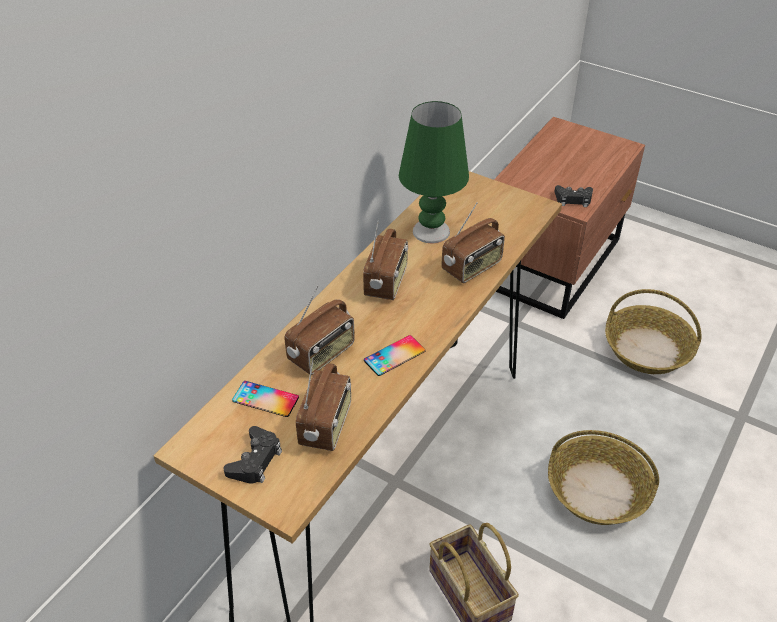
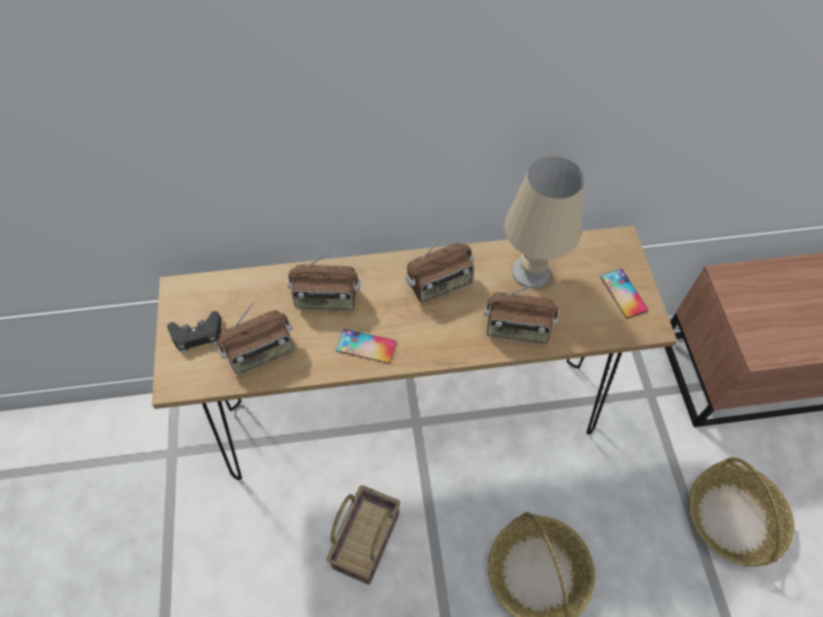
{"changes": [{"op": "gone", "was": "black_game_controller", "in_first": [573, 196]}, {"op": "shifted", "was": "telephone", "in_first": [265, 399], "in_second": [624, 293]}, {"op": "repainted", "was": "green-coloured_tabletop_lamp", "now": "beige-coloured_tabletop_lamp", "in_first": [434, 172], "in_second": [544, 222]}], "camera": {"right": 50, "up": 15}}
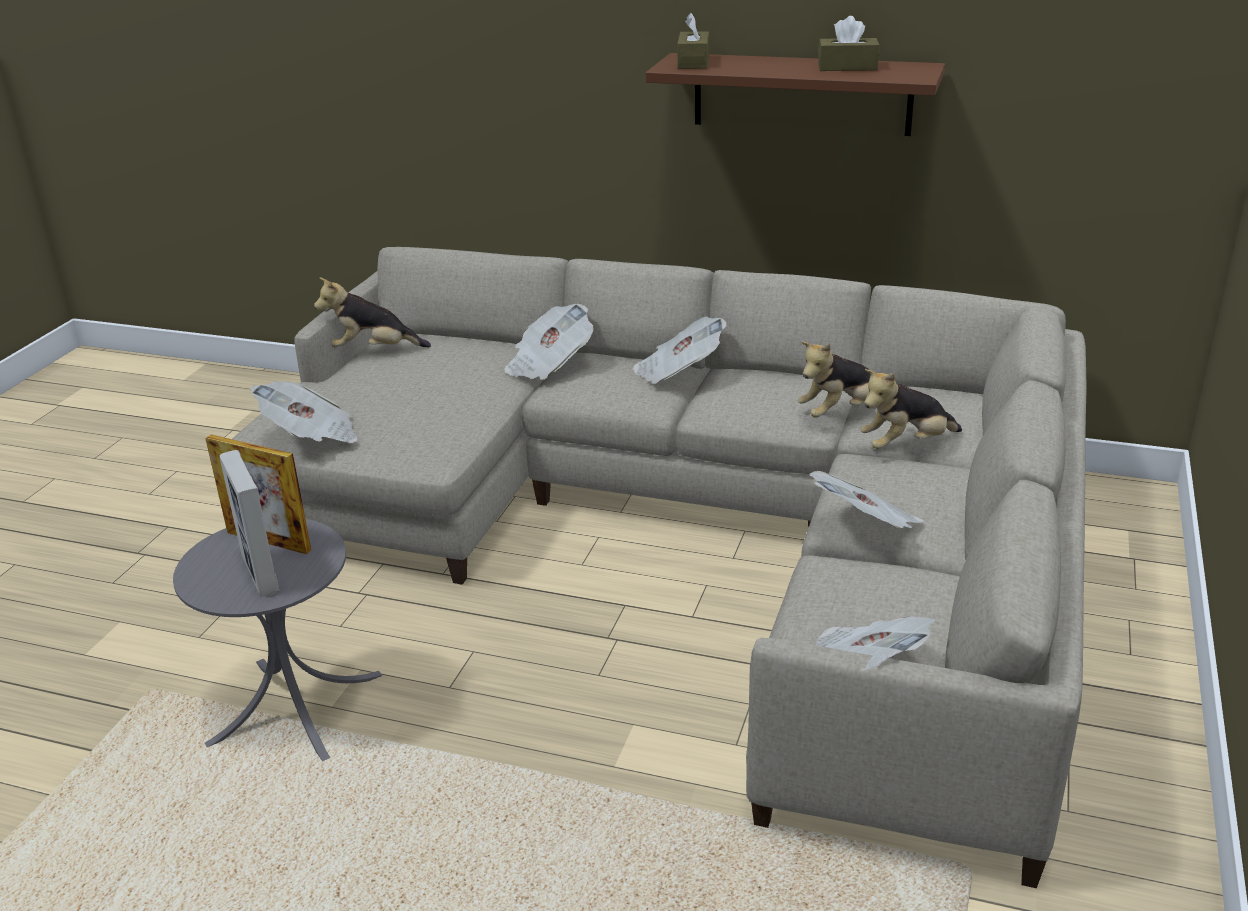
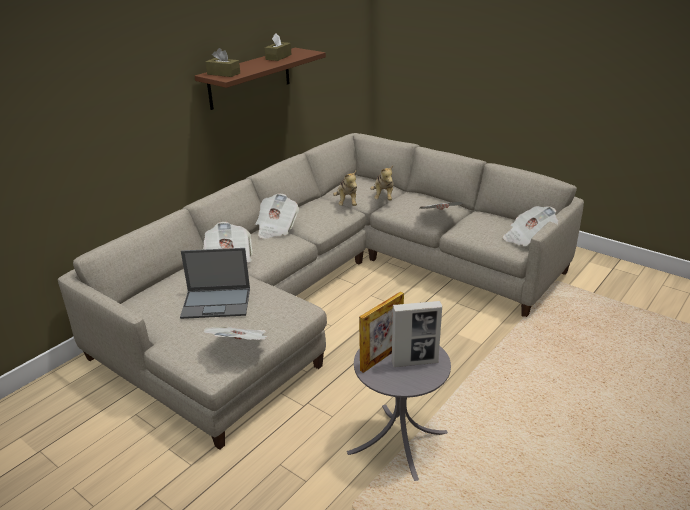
{"changes": [{"op": "gone", "was": "cuddly_toy", "in_first": [372, 312]}, {"op": "new", "now": "notebook_computer", "in_second": [215, 283]}], "camera": {"right": -70, "up": 0}}
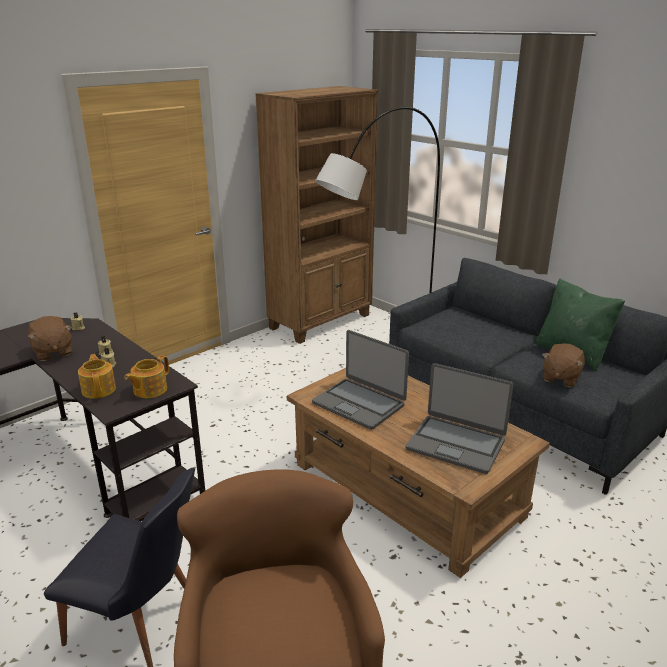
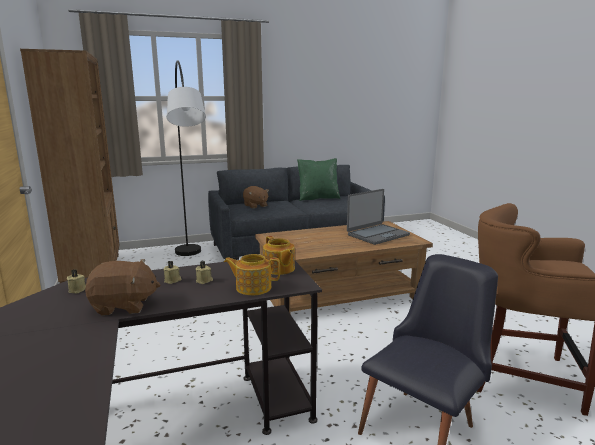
{"changes": [{"op": "gone", "was": "notebook_computer", "in_first": [360, 380]}, {"op": "shifted", "was": "brown-coloured_cuddly_toy", "in_first": [563, 365], "in_second": [256, 197]}], "camera": {"right": -65, "up": -10}}
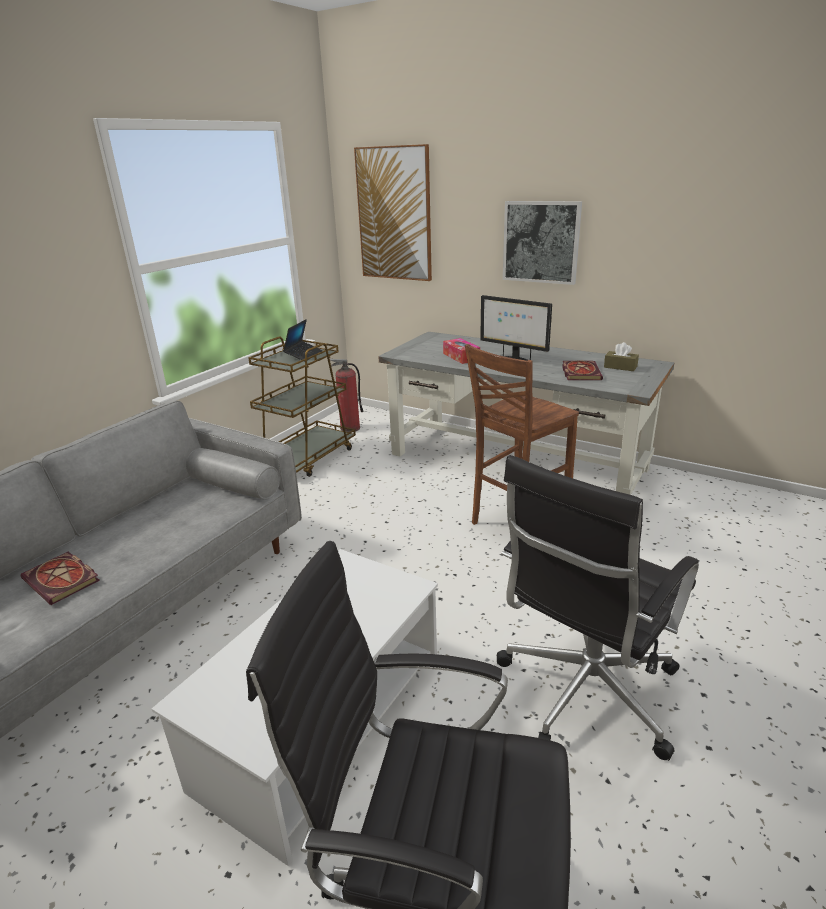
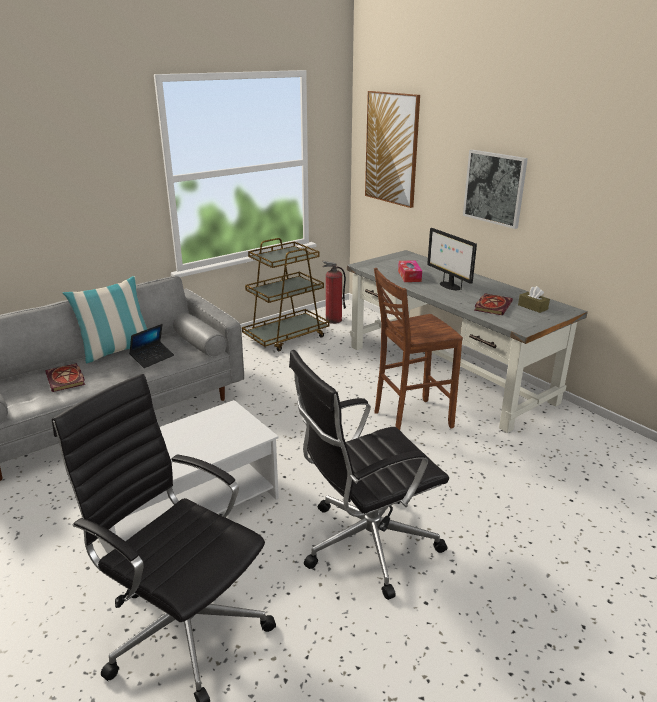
{"changes": [{"op": "new", "now": "throw_pillow", "in_second": [105, 320]}, {"op": "shifted", "was": "notebook_computer", "in_first": [302, 339], "in_second": [151, 346]}], "camera": {"right": 20, "up": 0}}
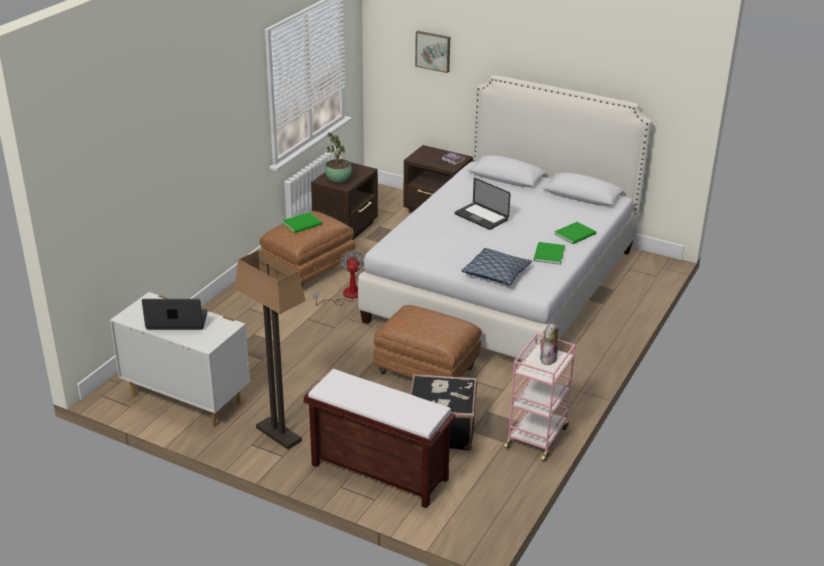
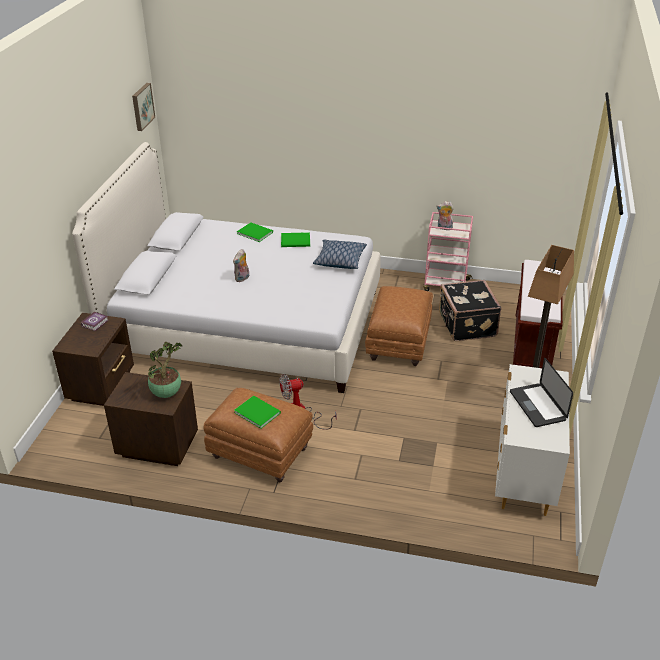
{"changes": [{"op": "shifted", "was": "picture", "in_first": [432, 52], "in_second": [143, 107]}, {"op": "swapped", "was": "notebook_computer", "now": "cuddly_toy", "in_first": [483, 204], "in_second": [241, 265]}], "camera": {"right": -105, "up": 5}}
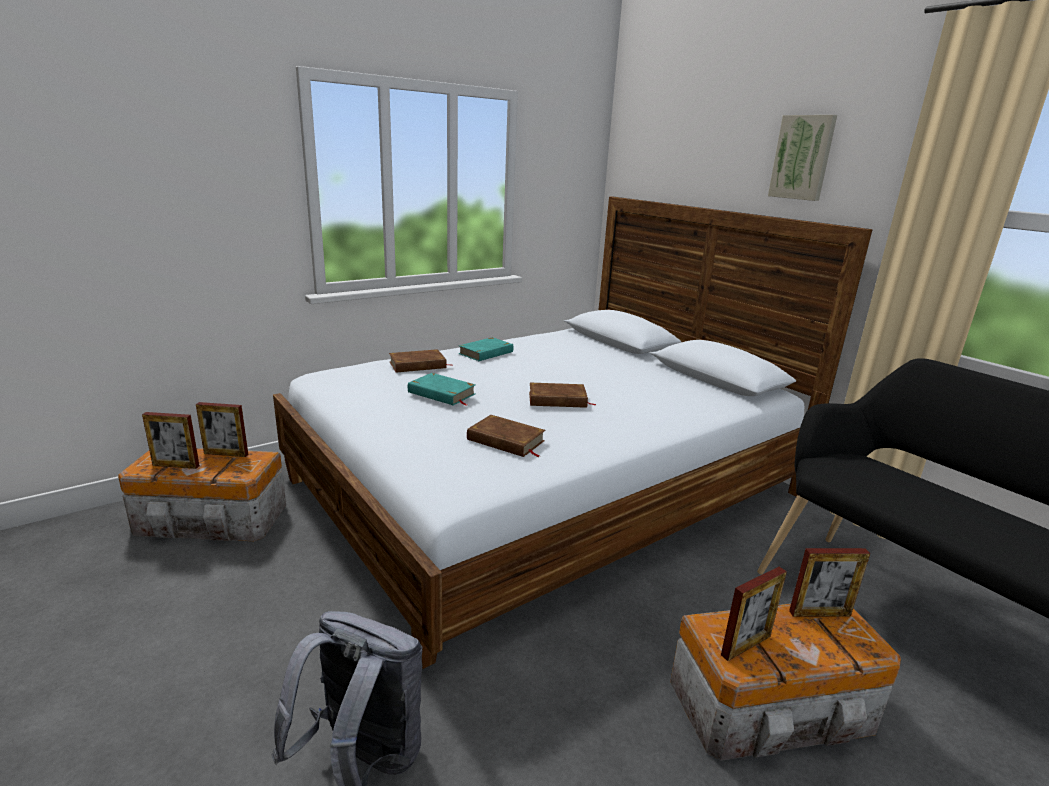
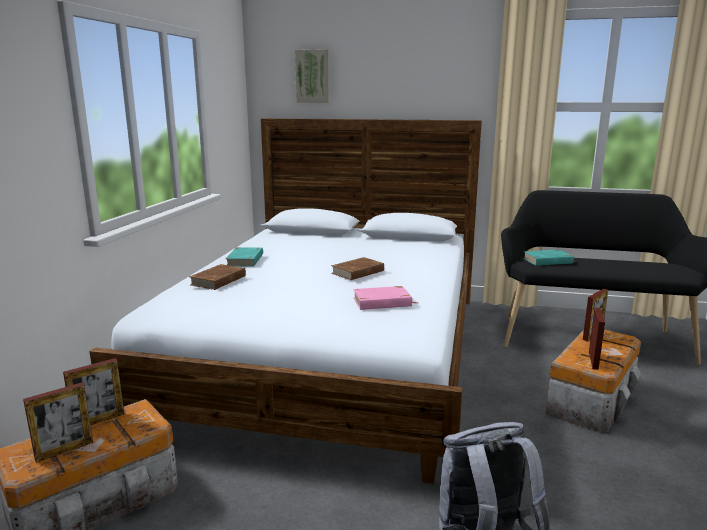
{"changes": [{"op": "shifted", "was": "turquoise_bound_book", "in_first": [442, 389], "in_second": [549, 258]}, {"op": "shifted", "was": "picture", "in_first": [802, 158], "in_second": [312, 76]}, {"op": "repainted", "was": "brown-coloured_bound_book", "now": "pink-coloured_bound_book", "in_first": [506, 436], "in_second": [385, 298]}], "camera": {"right": -40, "up": -5}}
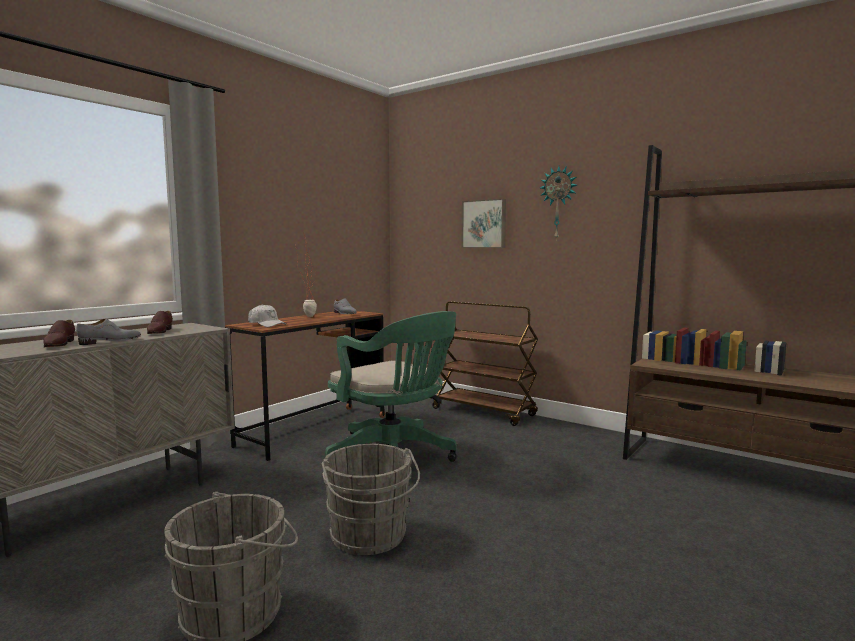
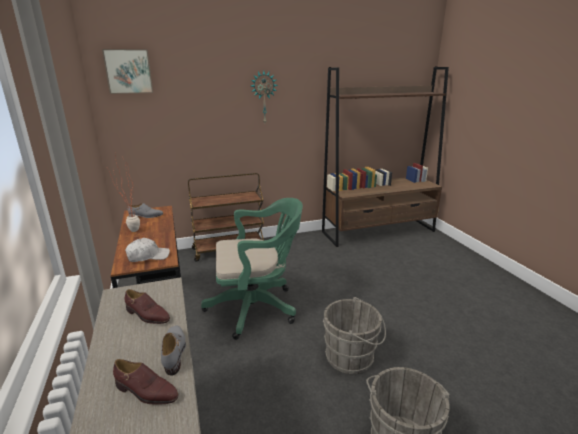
{"changes": [{"op": "shifted", "was": "picture", "in_first": [484, 223], "in_second": [127, 71]}], "camera": {"right": -55, "up": 15}}
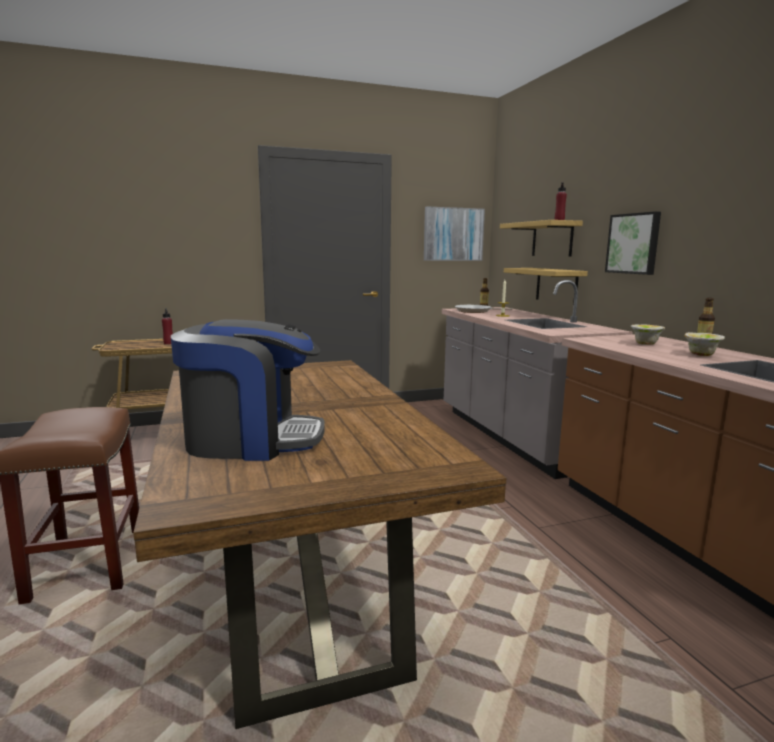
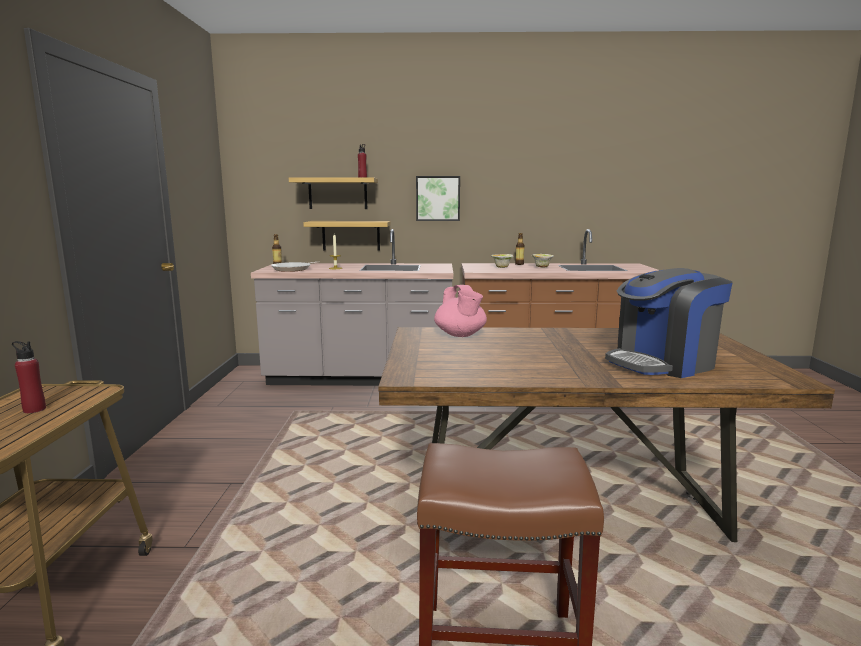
{"changes": [{"op": "gone", "was": "picture", "in_first": [454, 233]}, {"op": "new", "now": "pink-coloured_tea_pot", "in_second": [460, 311]}, {"op": "rotated", "was": "coffee_maker", "in_first": [248, 390], "in_second": [668, 323], "clockwise": -135}], "camera": {"right": -70, "up": 0}}
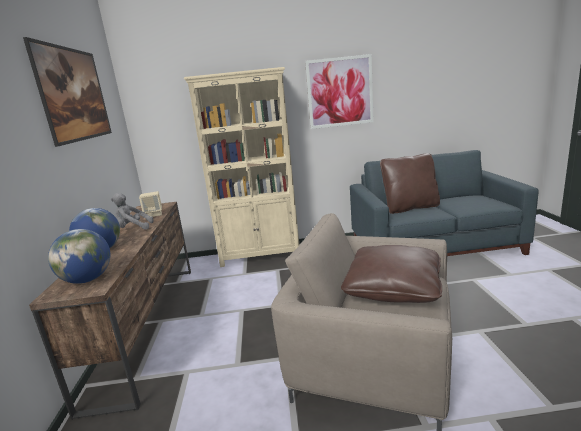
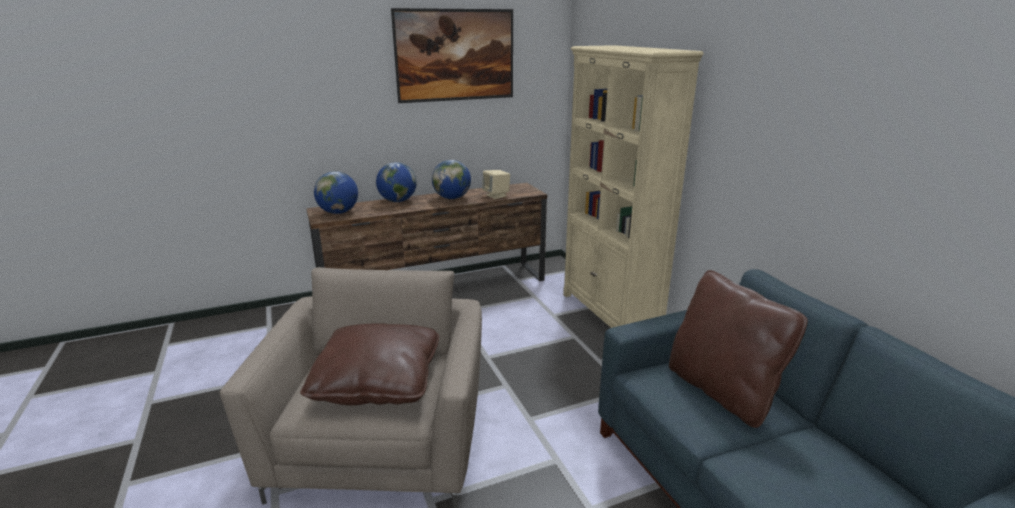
{"changes": [{"op": "gone", "was": "picture", "in_first": [339, 91]}, {"op": "swapped", "was": "greyish_cuddly_toy", "now": "globe", "in_first": [132, 211], "in_second": [451, 179]}], "camera": {"right": 70, "up": 5}}
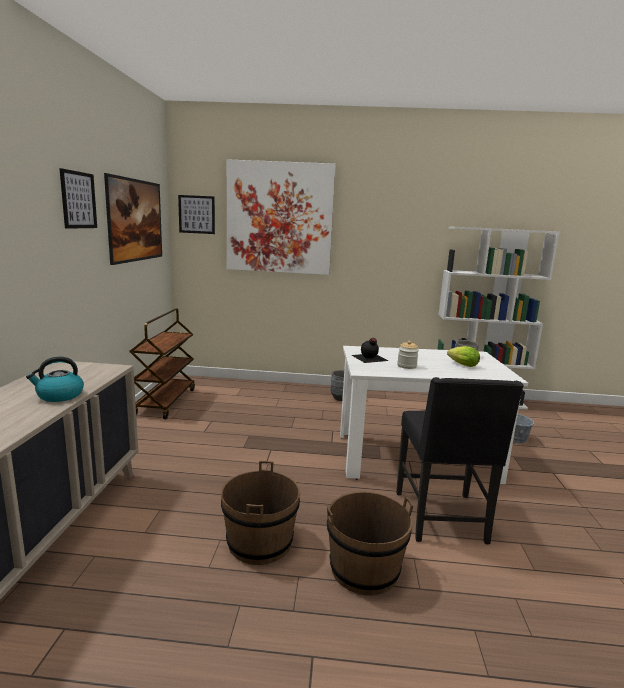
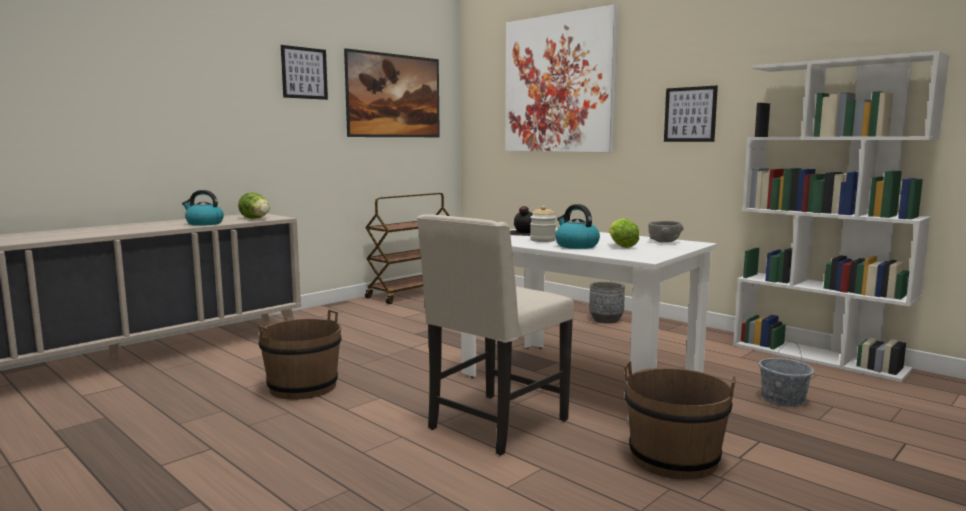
{"changes": [{"op": "new", "now": "lettuce_head", "in_second": [254, 206]}, {"op": "new", "now": "water_kettle", "in_second": [577, 226]}, {"op": "shifted", "was": "picture", "in_first": [196, 214], "in_second": [691, 114]}, {"op": "shifted", "was": "brown-coloured_water_bucket", "in_first": [370, 543], "in_second": [680, 420]}, {"op": "repainted", "was": "black_plain_chair", "now": "beige-coloured_plain_chair", "in_first": [460, 461], "in_second": [495, 335]}], "camera": {"right": 40, "up": -5}}
